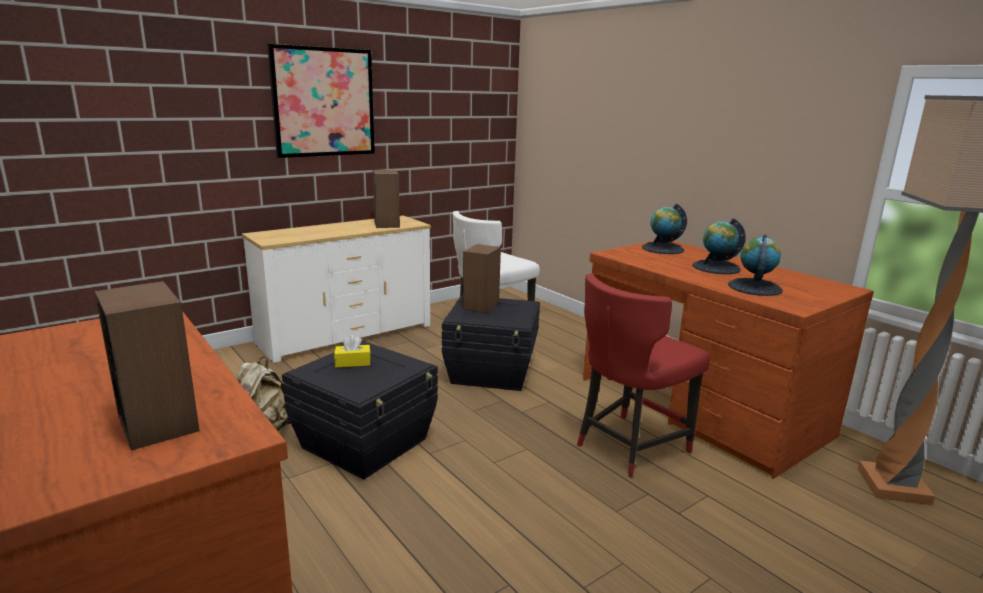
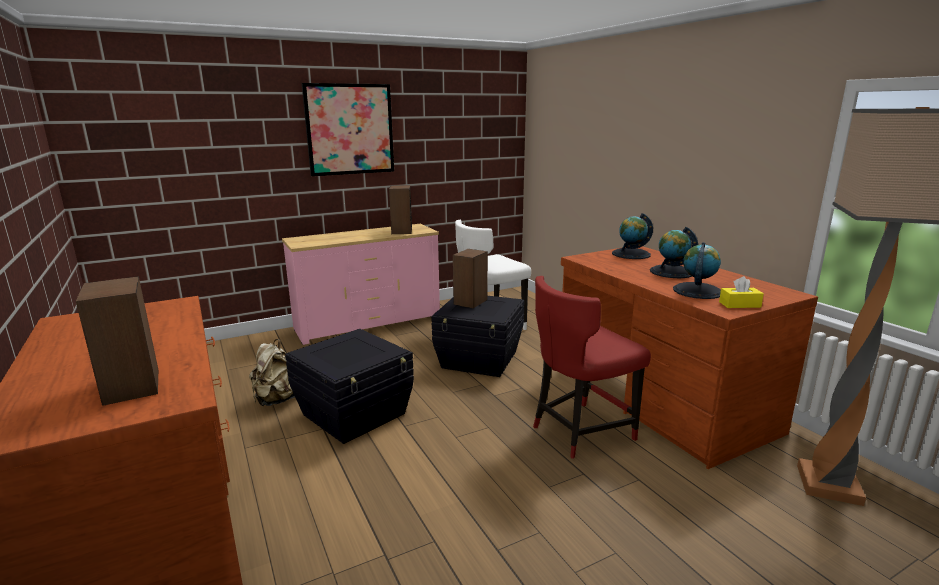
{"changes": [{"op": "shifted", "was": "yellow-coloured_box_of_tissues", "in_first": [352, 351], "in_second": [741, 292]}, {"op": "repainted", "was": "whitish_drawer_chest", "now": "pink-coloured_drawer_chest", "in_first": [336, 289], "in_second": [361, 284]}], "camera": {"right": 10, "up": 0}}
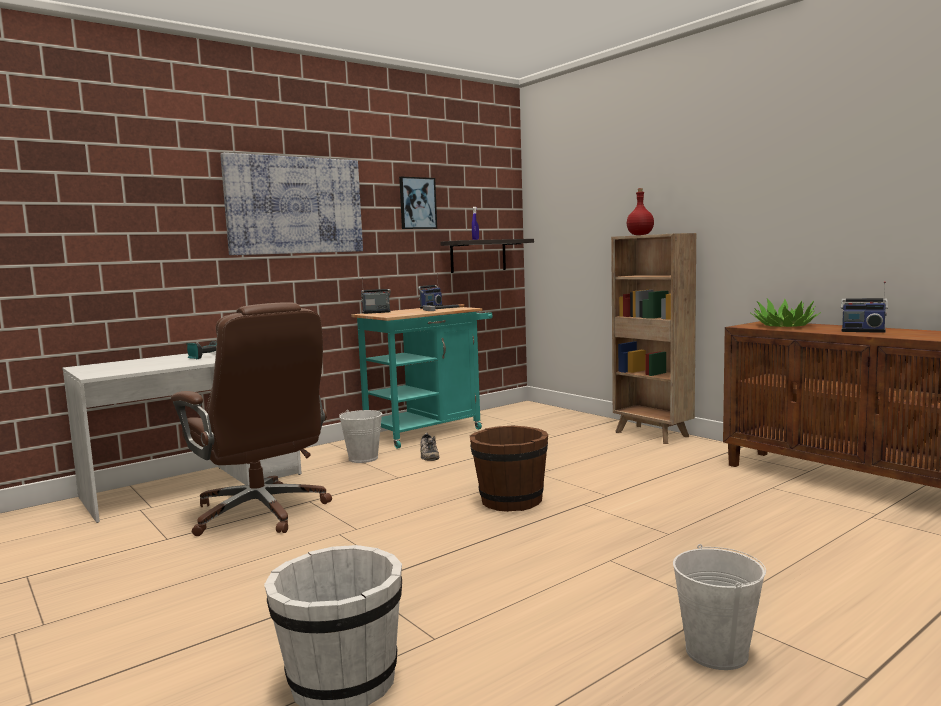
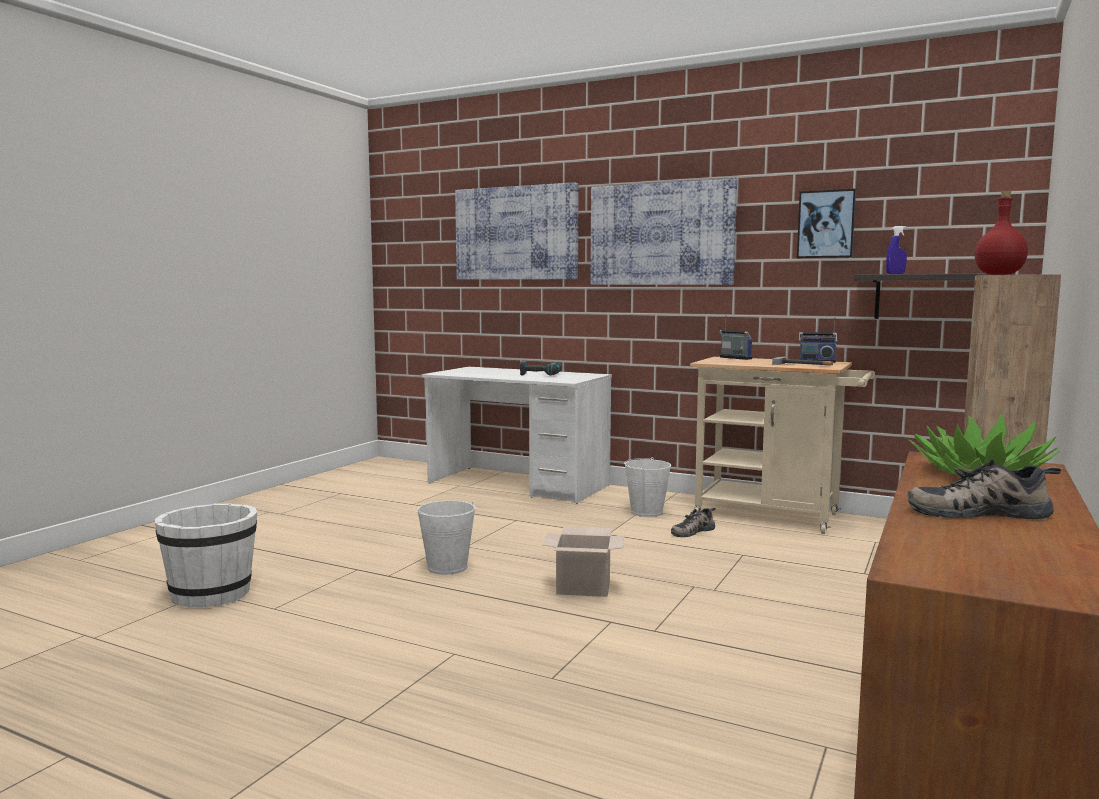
{"changes": [{"op": "gone", "was": "brown-coloured_desk_chair", "in_first": [251, 419]}, {"op": "new", "now": "picture", "in_second": [516, 231]}, {"op": "shifted", "was": "whitish_water_bucket", "in_first": [719, 607], "in_second": [446, 538]}, {"op": "swapped", "was": "brown-coloured_water_bucket", "now": "cardboard_box", "in_first": [509, 469], "in_second": [583, 561]}, {"op": "swapped", "was": "radio_set", "now": "item_of_footwear", "in_first": [864, 307], "in_second": [984, 489]}, {"op": "repainted", "was": "turquoise_cart", "now": "beige-coloured_cart", "in_first": [422, 378], "in_second": [782, 445]}], "camera": {"right": 65, "up": 0}}
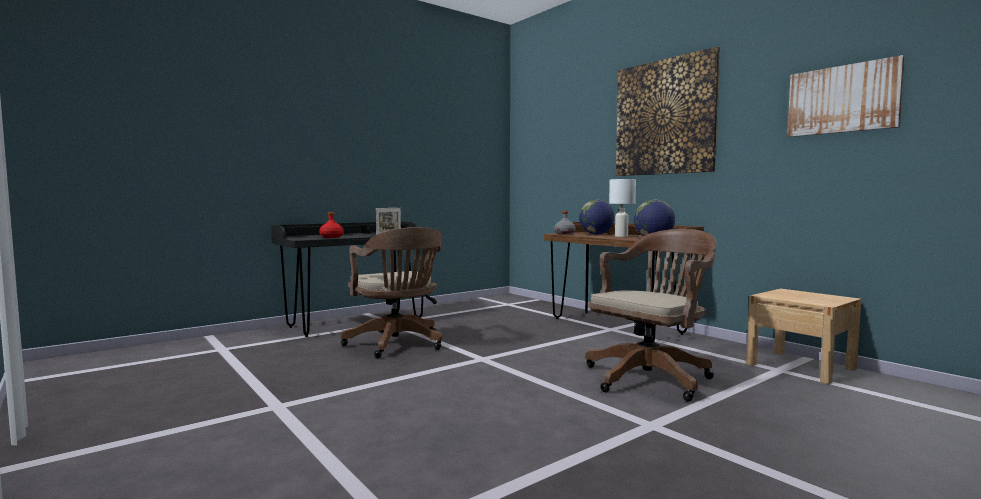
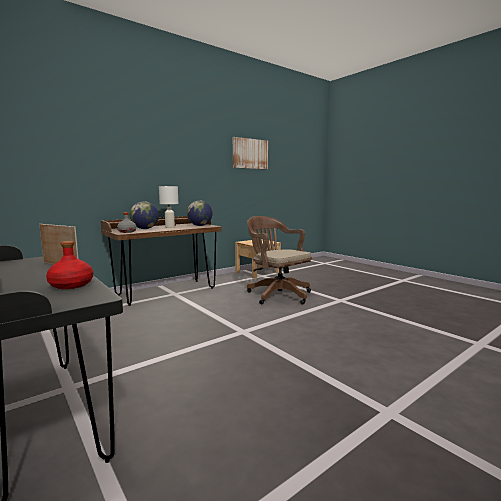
{"changes": [{"op": "gone", "was": "brown-coloured_desk_chair", "in_first": [392, 292]}, {"op": "gone", "was": "picture", "in_first": [668, 111]}], "camera": {"right": -90, "up": 5}}
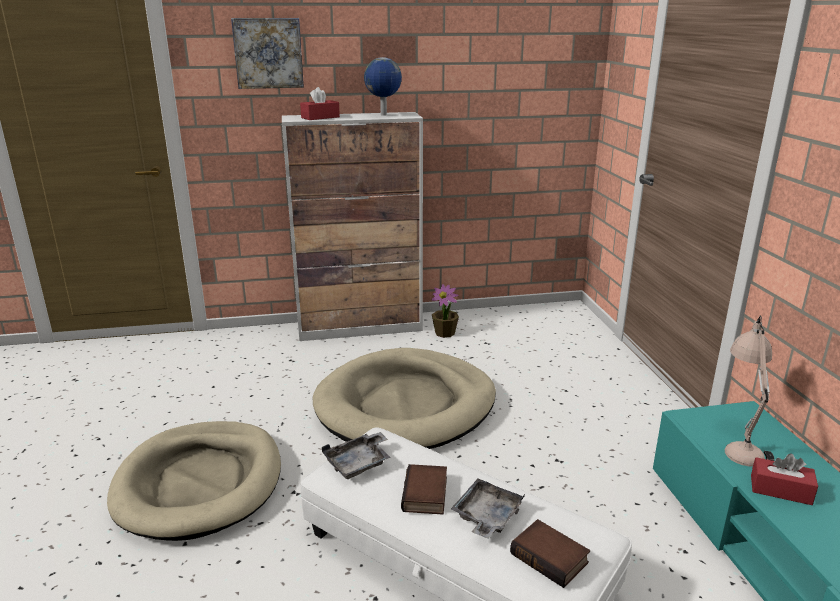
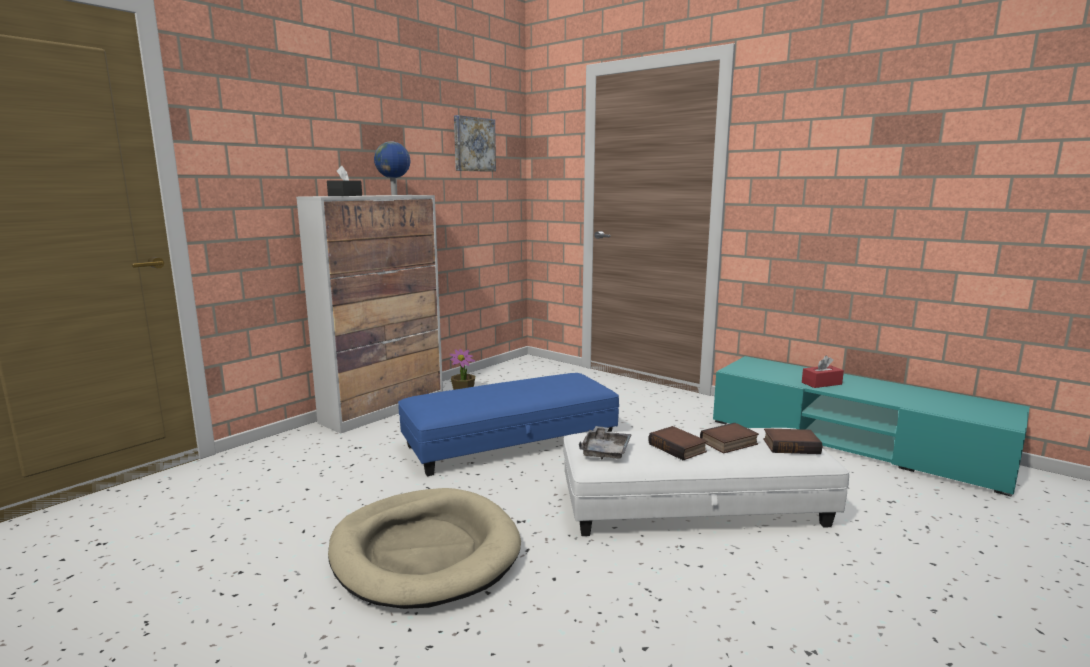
{"changes": [{"op": "gone", "was": "beige-coloured_tabletop_lamp", "in_first": [749, 391]}, {"op": "shifted", "was": "picture", "in_first": [267, 53], "in_second": [475, 143]}, {"op": "swapped", "was": "beige-coloured_dog_cushion", "now": "blue-coloured_footrest", "in_first": [404, 398], "in_second": [508, 424]}, {"op": "swapped", "was": "greyish_serving_tray", "now": "bound_book", "in_first": [488, 509], "in_second": [729, 438]}, {"op": "repainted", "was": "red-coloured_box_of_tissues", "now": "black_box_of_tissues", "in_first": [320, 103], "in_second": [344, 181]}], "camera": {"right": -40, "up": -10}}
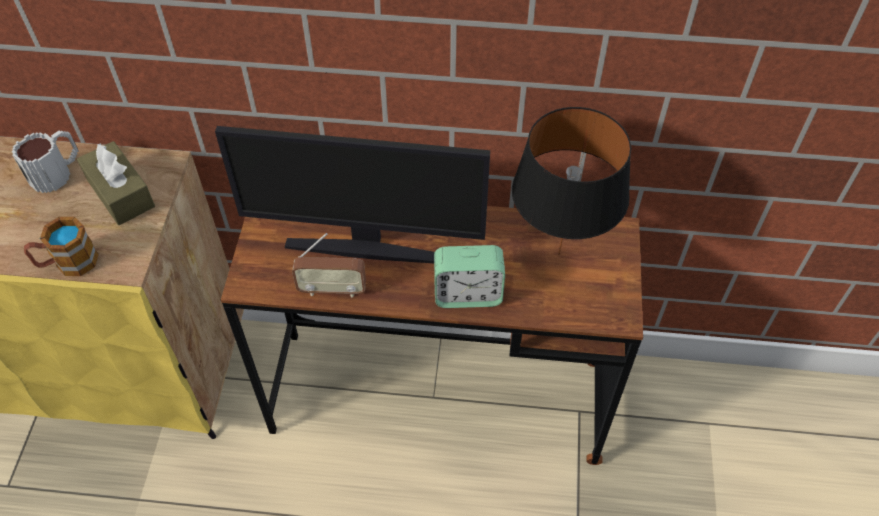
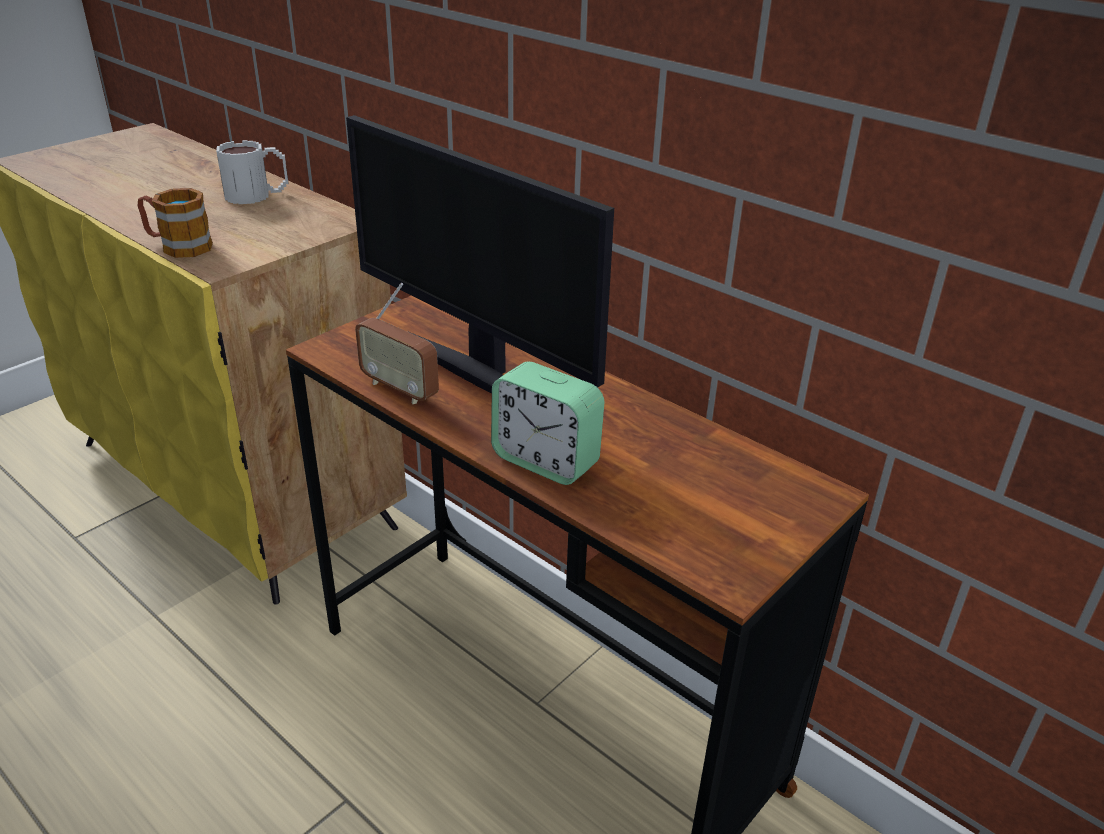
{"changes": [{"op": "gone", "was": "brown-coloured_box_of_tissues", "in_first": [116, 183]}, {"op": "gone", "was": "black_tabletop_lamp", "in_first": [571, 181]}], "camera": {"right": 35, "up": -20}}
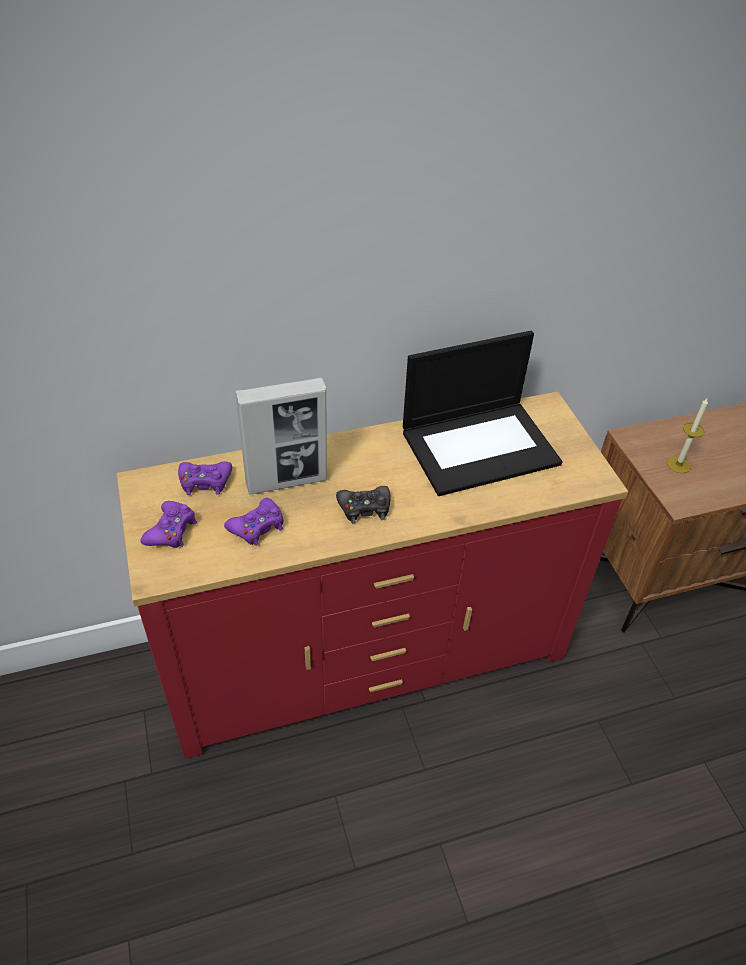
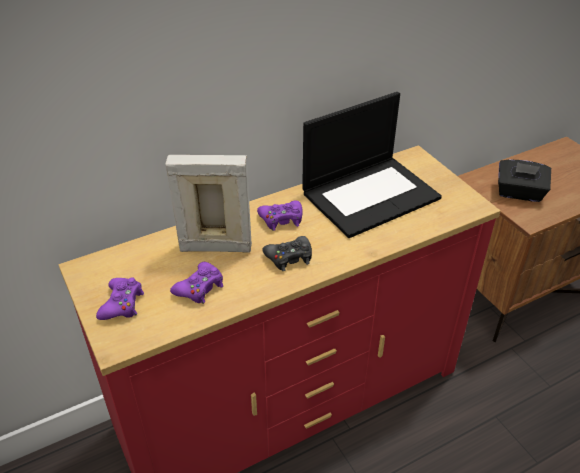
{"changes": [{"op": "shifted", "was": "purple-coloured_game_controller", "in_first": [205, 478], "in_second": [280, 216]}, {"op": "swapped", "was": "wax_candle", "now": "black_box_of_tissues", "in_first": [687, 435], "in_second": [524, 180]}, {"op": "rotated", "was": "standing_frame", "in_first": [281, 436], "in_second": [208, 204], "clockwise": -150}], "camera": {"right": -10, "up": -5}}
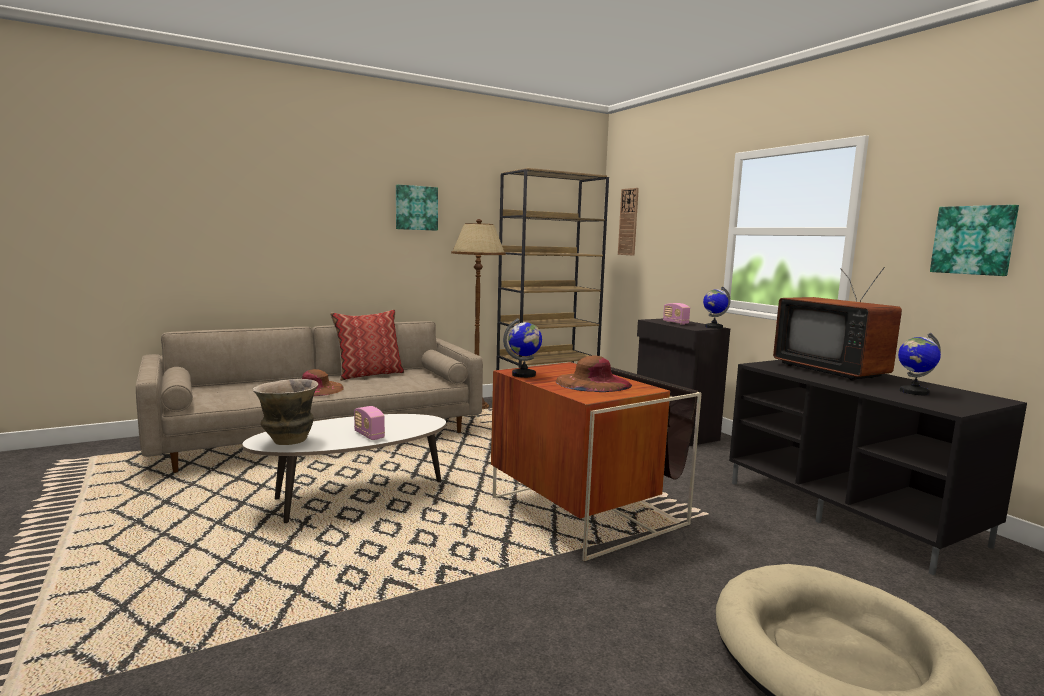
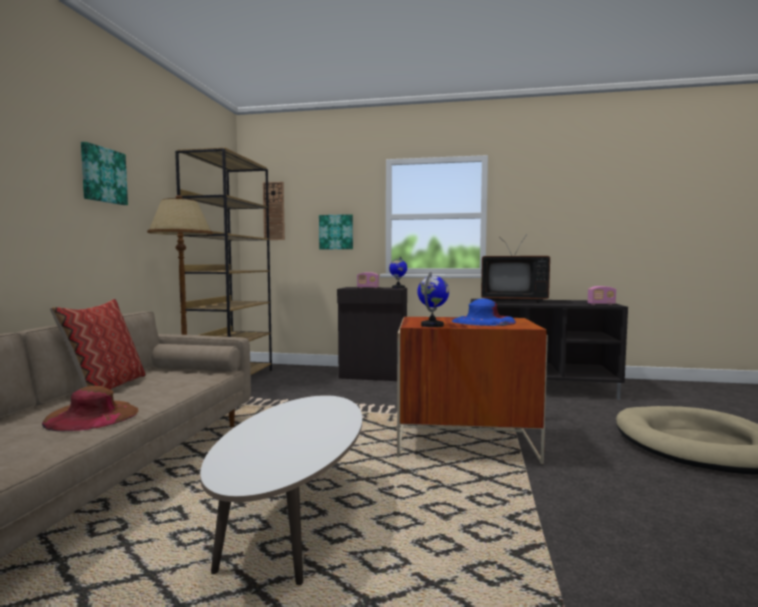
{"changes": [{"op": "gone", "was": "decorative_vase", "in_first": [285, 412]}, {"op": "gone", "was": "globe", "in_first": [919, 364]}, {"op": "shifted", "was": "radio_set", "in_first": [369, 423], "in_second": [601, 295]}, {"op": "shifted", "was": "picture", "in_first": [974, 240], "in_second": [336, 231]}, {"op": "repainted", "was": "brown-coloured_clothing_hat", "now": "blue-coloured_clothing_hat", "in_first": [594, 373], "in_second": [484, 312]}], "camera": {"right": -50, "up": -5}}
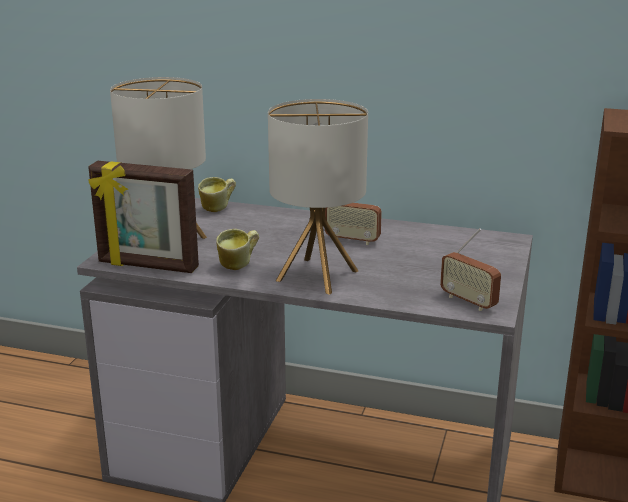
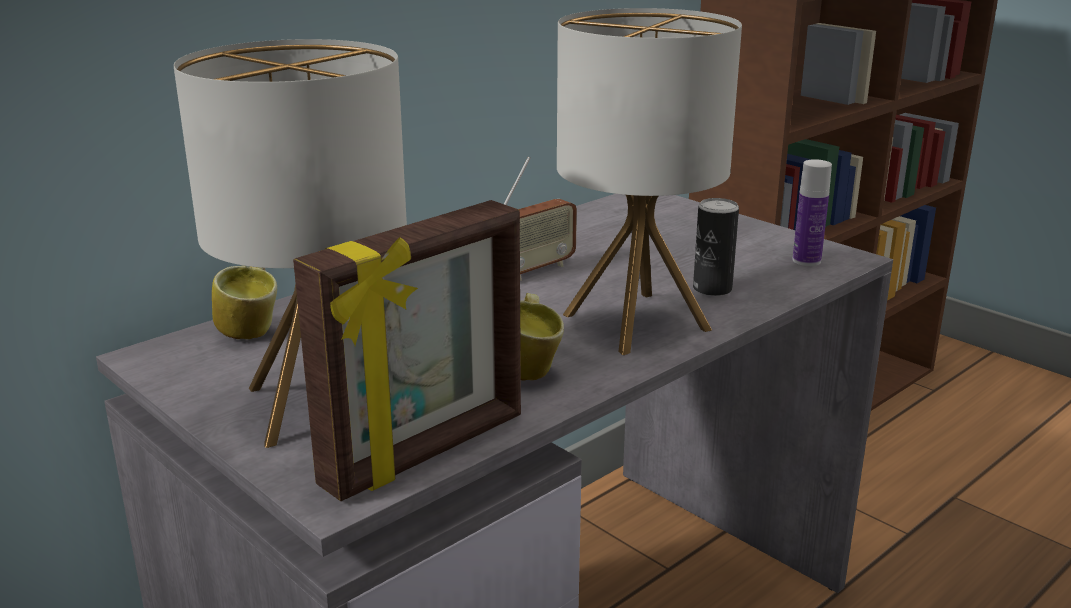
{"changes": [{"op": "new", "now": "can", "in_second": [716, 247]}, {"op": "swapped", "was": "radio_set", "now": "bottle", "in_first": [470, 269], "in_second": [812, 212]}], "camera": {"right": -60, "up": 0}}
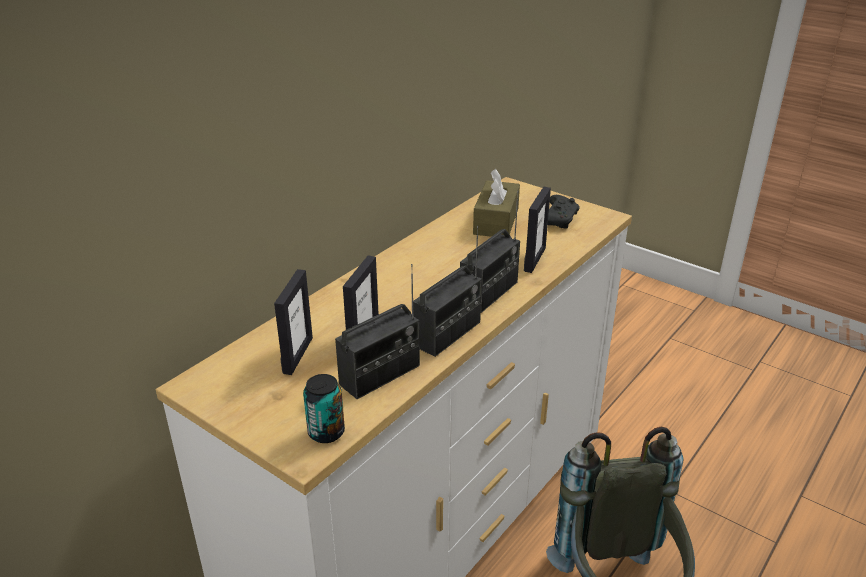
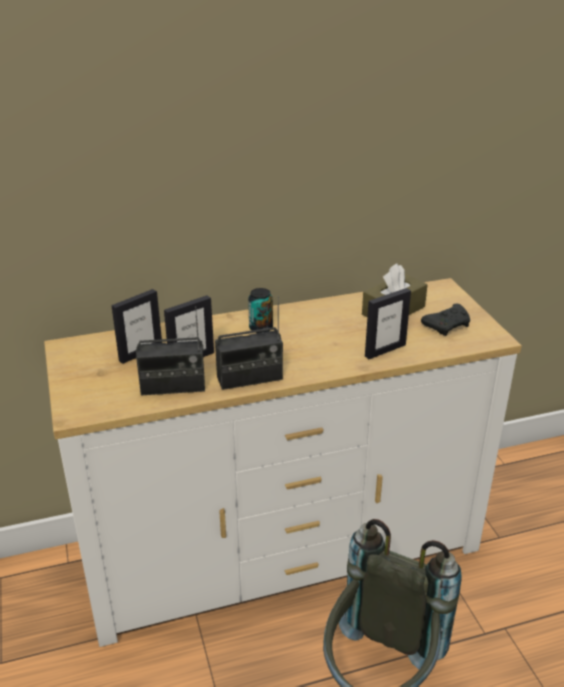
{"changes": [{"op": "gone", "was": "radio_set", "in_first": [490, 252]}, {"op": "shifted", "was": "can", "in_first": [324, 408], "in_second": [260, 310]}], "camera": {"right": 35, "up": 0}}
